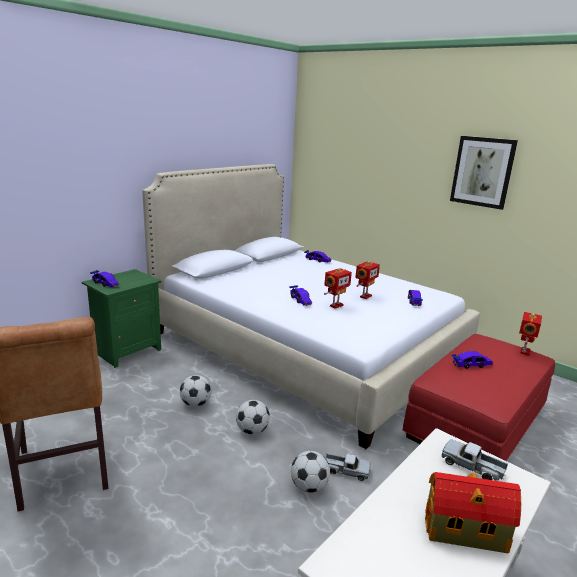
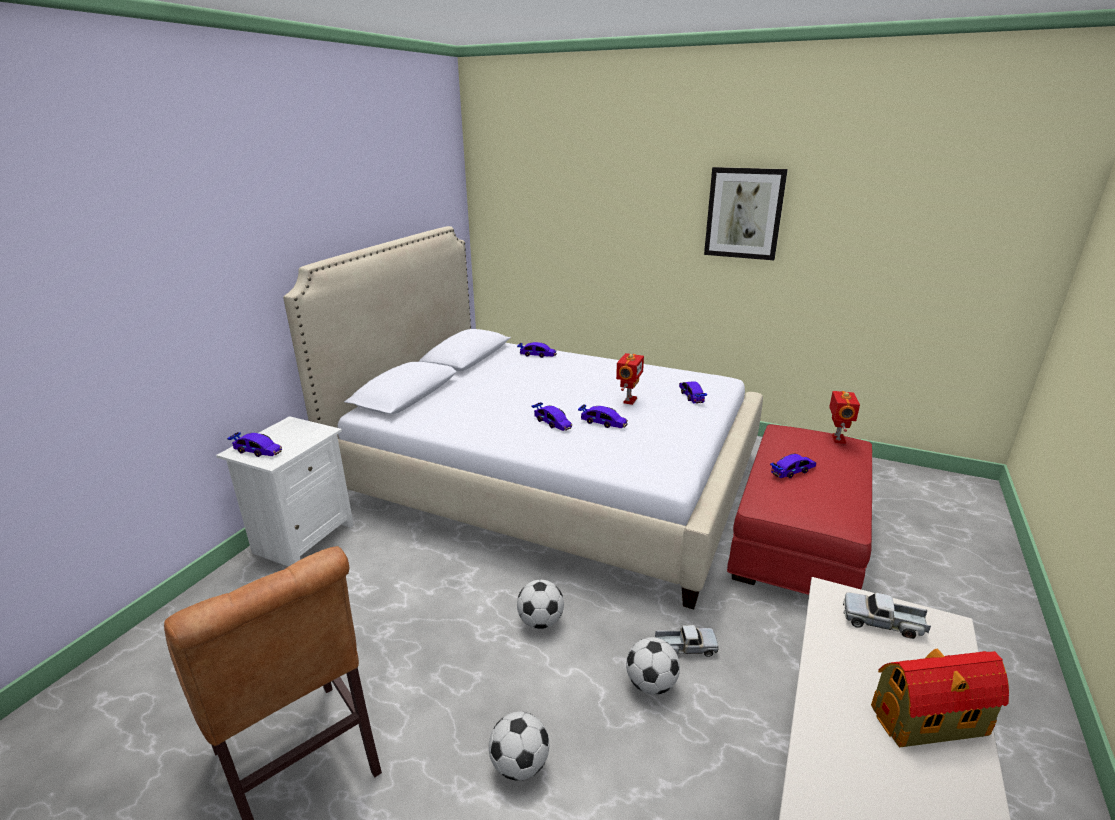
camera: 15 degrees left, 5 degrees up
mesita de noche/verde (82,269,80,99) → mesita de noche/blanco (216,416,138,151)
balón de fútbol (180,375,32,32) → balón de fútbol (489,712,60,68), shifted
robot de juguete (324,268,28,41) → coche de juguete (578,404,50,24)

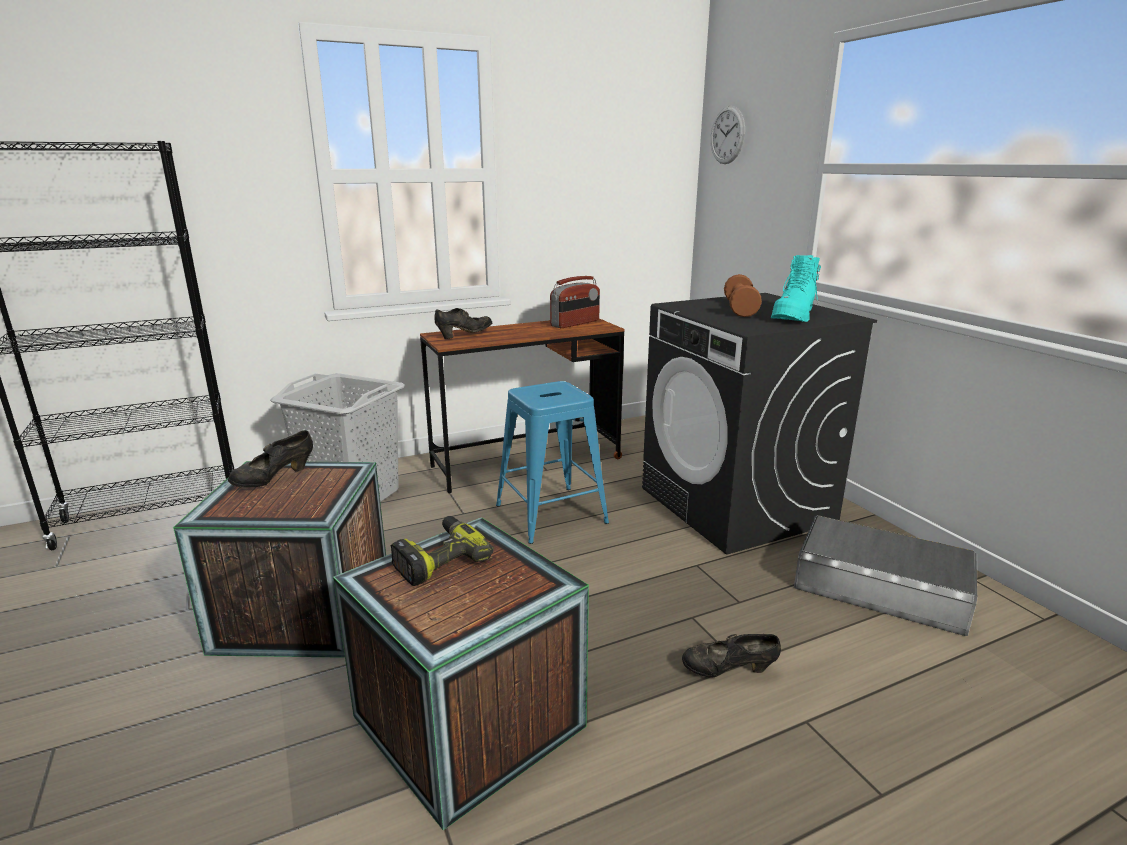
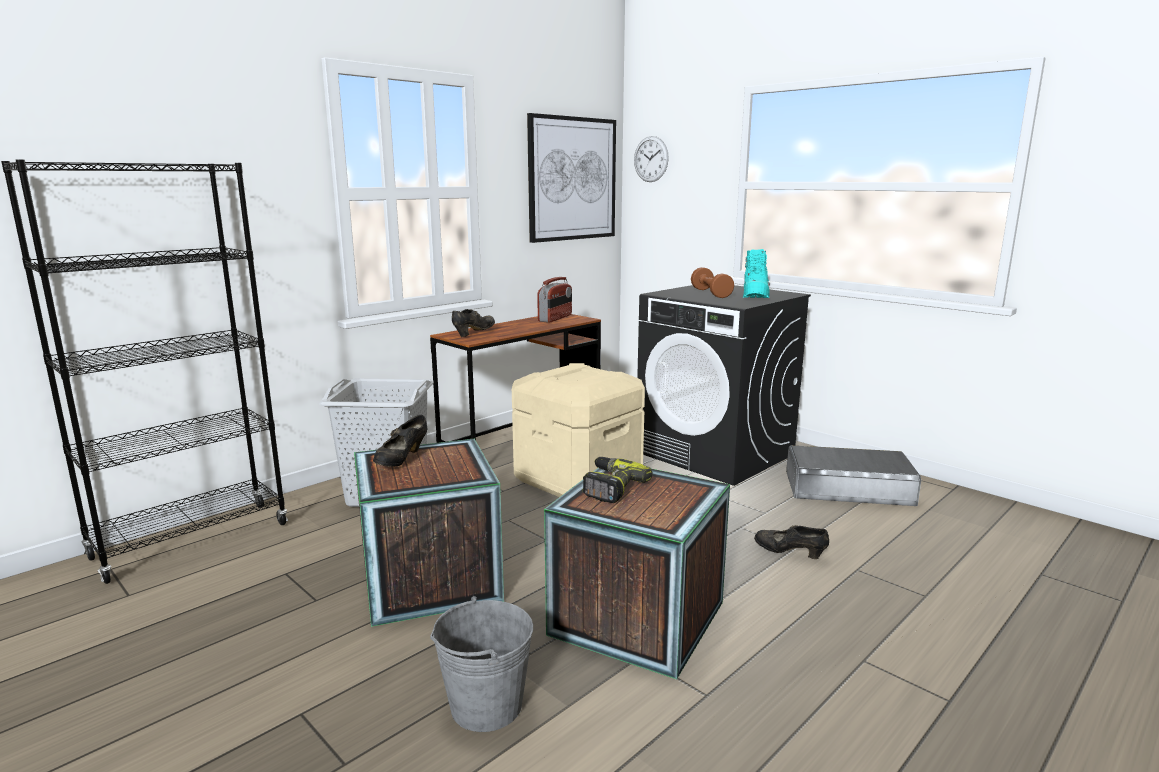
camera: 20 degrees left, 5 degrees down
taburete/azul (496,381,113,163) → caja de almacenaje/beis (512,363,133,134)
zapato/negro (682,634,99,43) → zapato/negro (754,525,75,34), 45 degrees clockwise
- → cubo/gris (430,596,103,136)
- → cuadro (527,113,89,130)

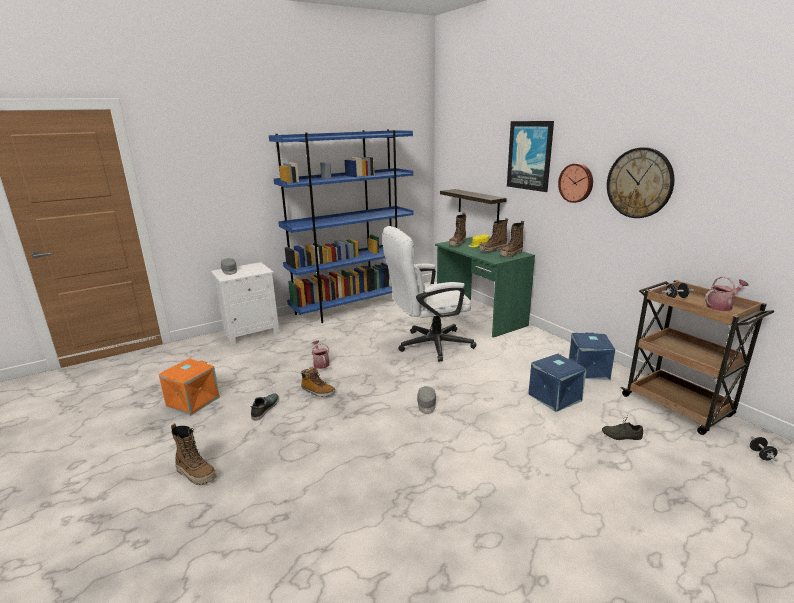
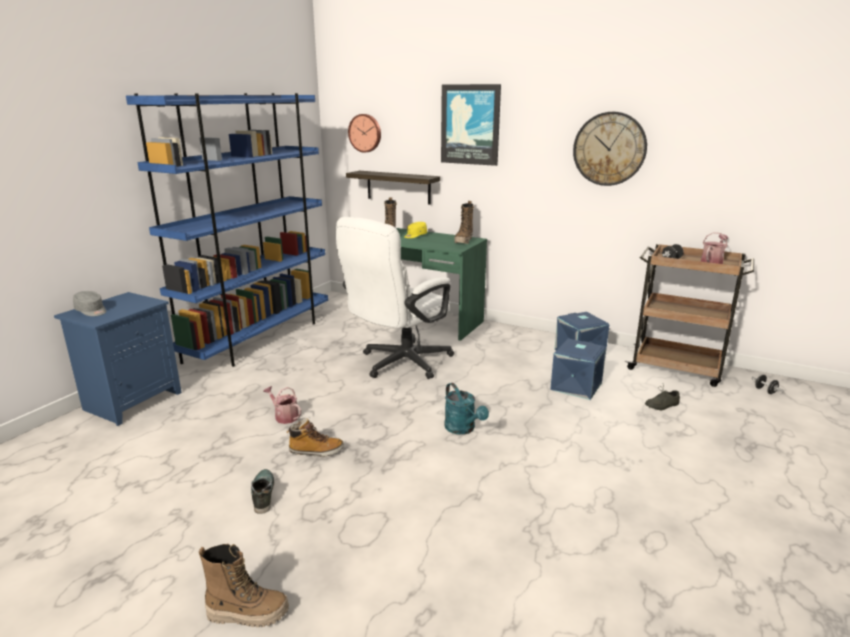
camera: 30 degrees left, 0 degrees up
caja de almacenaje/naranja (159,358,61,58) → -
mesita de noche/blanco (211,262,69,83) → mesita de noche/azul (54,292,128,134)
gorra/gris (417,386,19,28) → regadera/turquesa (444,383,45,52)
bota (479,218,29,34) → -
reloj de pared (558,163,35,40) → reloj de pared (348,114,33,39), shifted

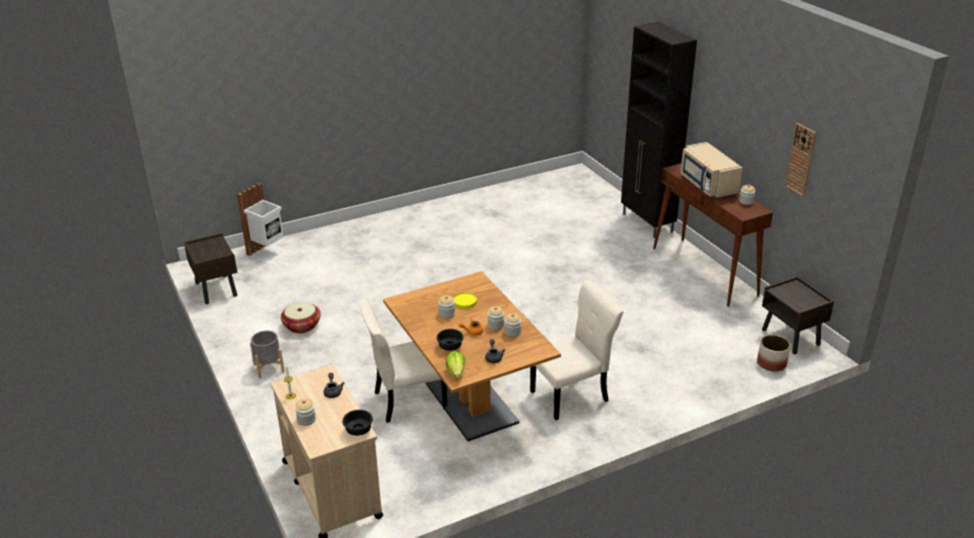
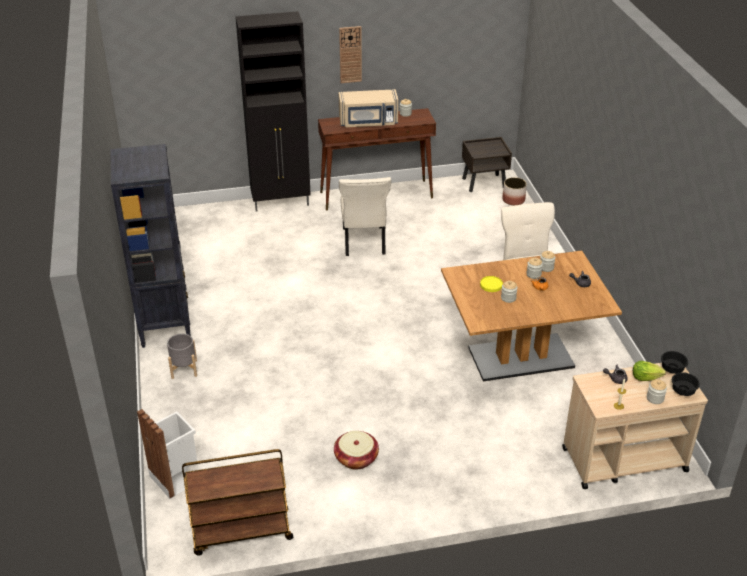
camera: 75 degrees left, 5 degrees up
mesita de noche/marrón (184,233,53,71) → carrito/marrón (182,449,111,107)
maceta/gris (250,331,35,48) → maceta/gris (167,334,30,45), shifted
silla/beis (359,299,88,124) → silla/beis (339,177,52,79), shifted
cuenco/negro (436,329,28,22) → cuenco/negro (672,372,28,24), shifted
lechuga (446,351,19,27) → lechuga (633,361,33,20), shifted
reloj de pared (785,123,31,74) → reloj de pared (339,26,23,57), shifted
- → estantería/negro (111,144,80,204)

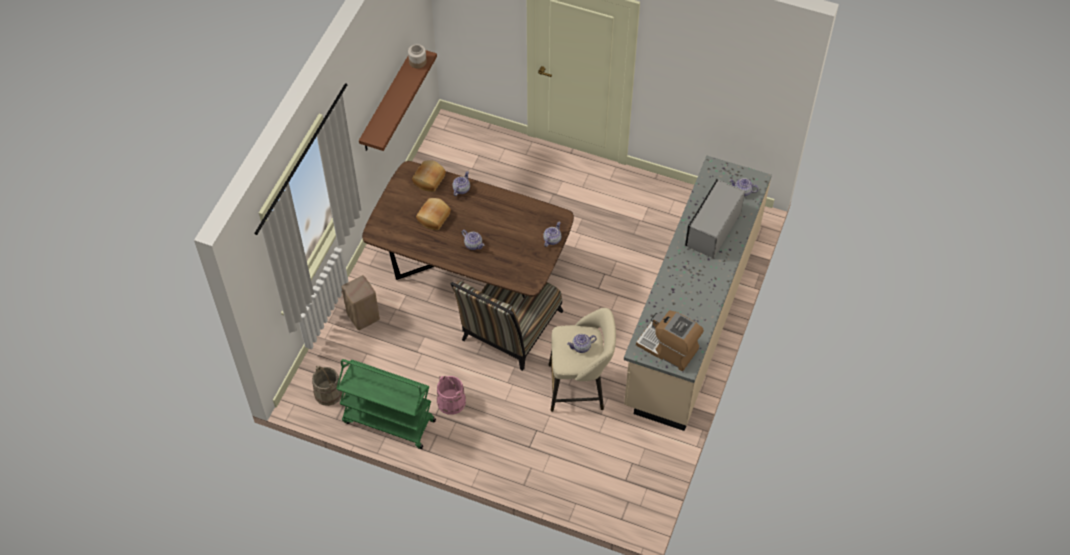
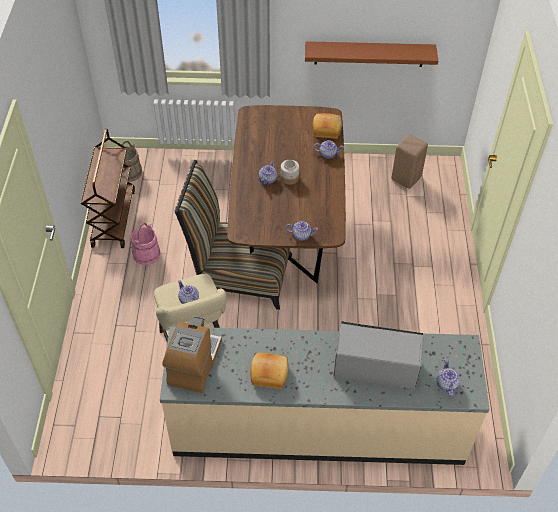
camera: 70 degrees right, 5 degrees down
carrito/verde (336,359,100,90) → carrito/marrón (81,129,54,119)
taburete/beis (342,275,38,55) → taburete/beis (391,134,37,55), shifted
tarro (408,44,19,24) → tarro (281,160,18,25), shifted
pan (416,198,35,32) → pan (250,353,39,36), shifted

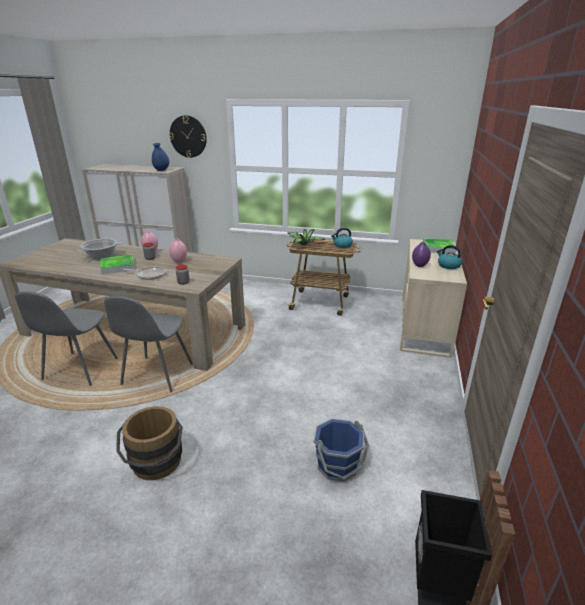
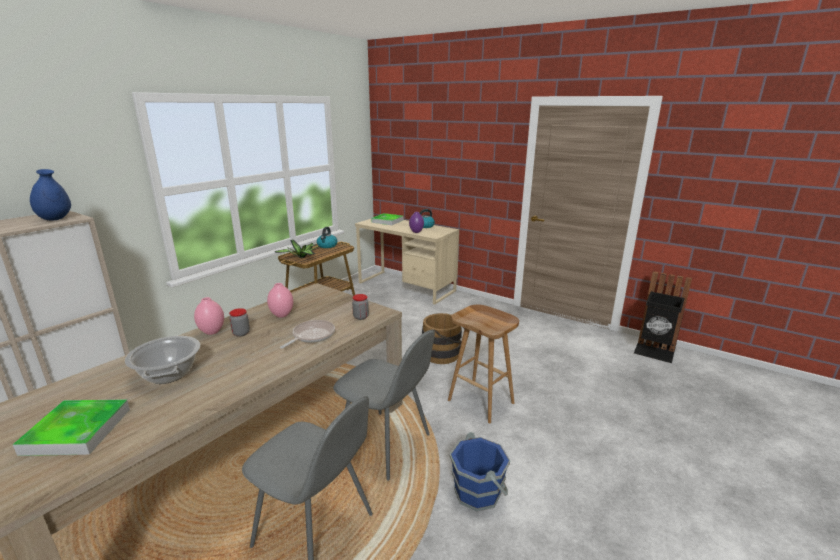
camera: 70 degrees left, 5 degrees down
bandeja (100,254,35,20) → bandeja (13,399,117,57), shifted
cubo/marrón (116,406,67,74) → cubo/marrón (422,313,47,51), shifted
reloj de pared (169,115,38,43) → -
cubo/azul (314,419,55,63) → cubo/azul (450,432,61,80), shifted
- → taburete/marrón (448,305,71,118)

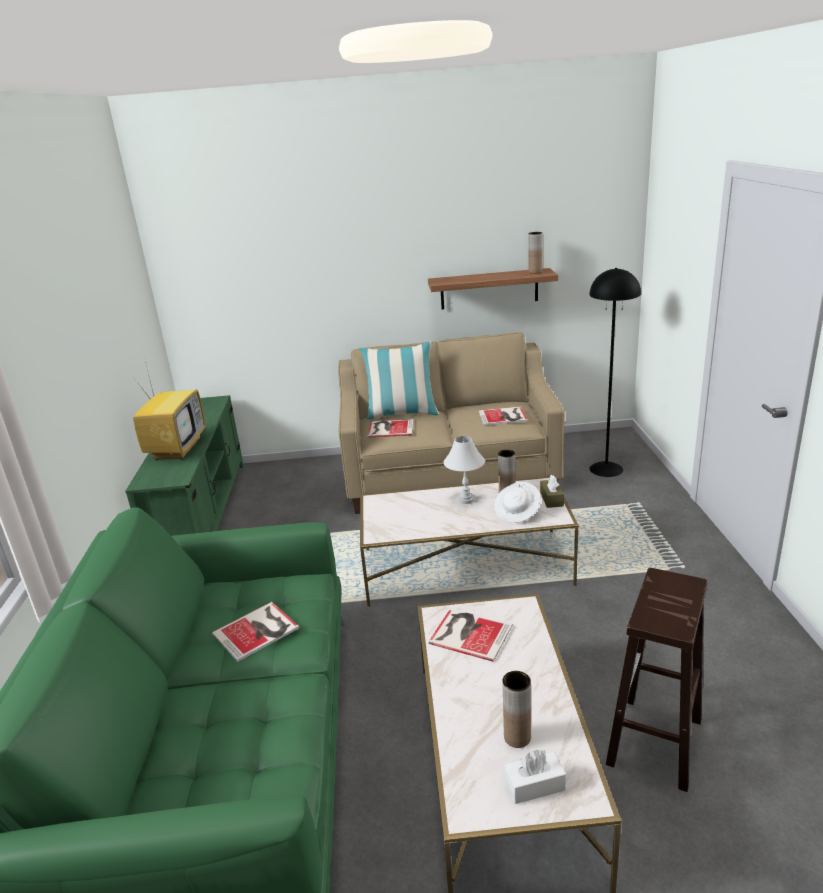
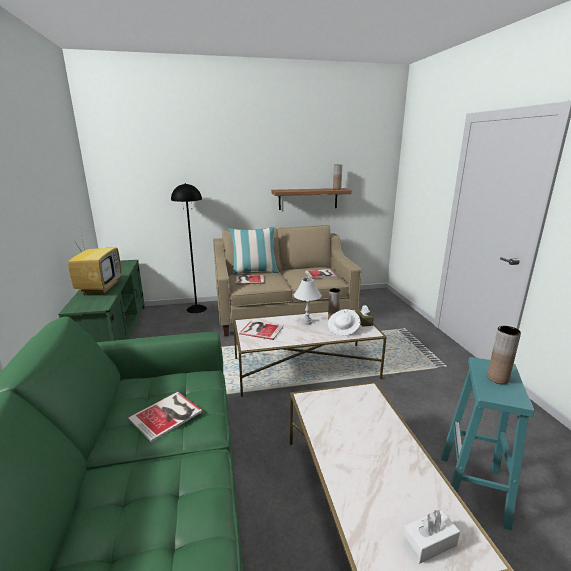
camera: 10 degrees left, 5 degrees down
libro (428,609,84,53) → libro (239,321,44,19), shifted
florero/marrón (502,671,29,77) → florero/marrón (487,326,34,58), shifted
lámpara de pie/negro (589,268,52,209) → lámpara de pie/negro (171,183,36,130), shifted
taburete/marrón (606,568,102,224) → taburete/turquesa (441,357,93,173)

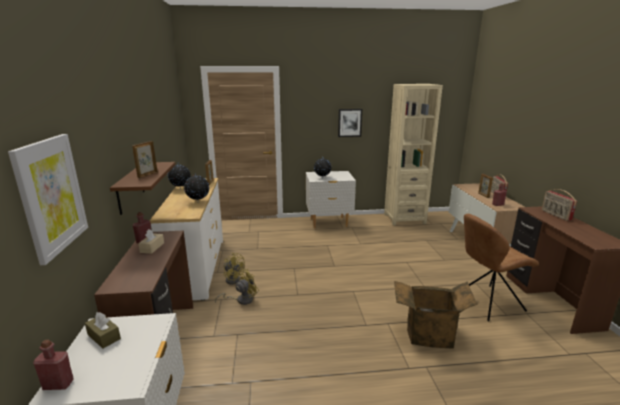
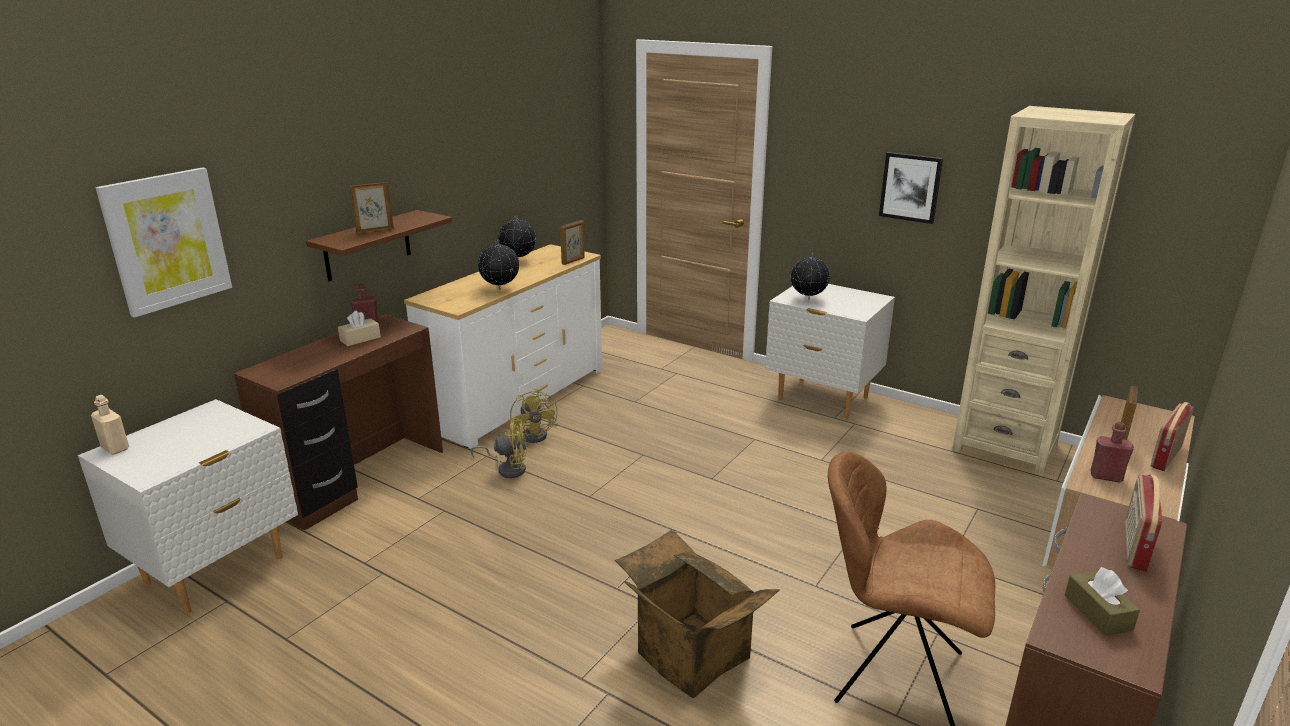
camera: 40 degrees right, 5 degrees up
botella/rojo (33,340,41,50) → botella/beis (91,395,38,60)
caja de pañuelos/marrón (85,312,36,37) → caja de pañuelos/marrón (1065,567,75,69), shifted

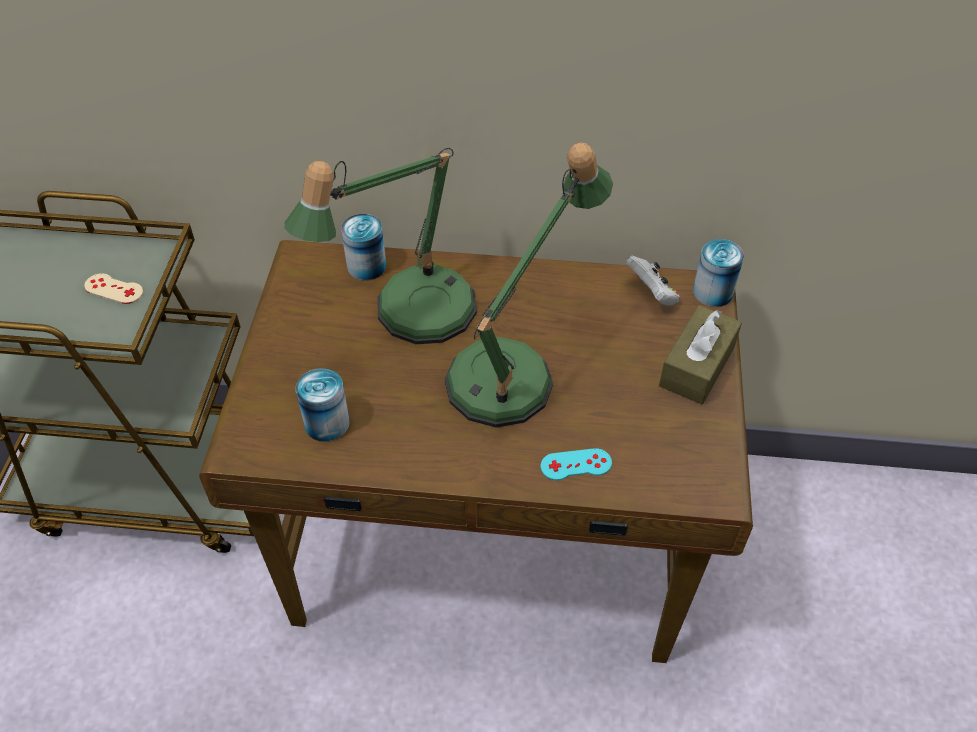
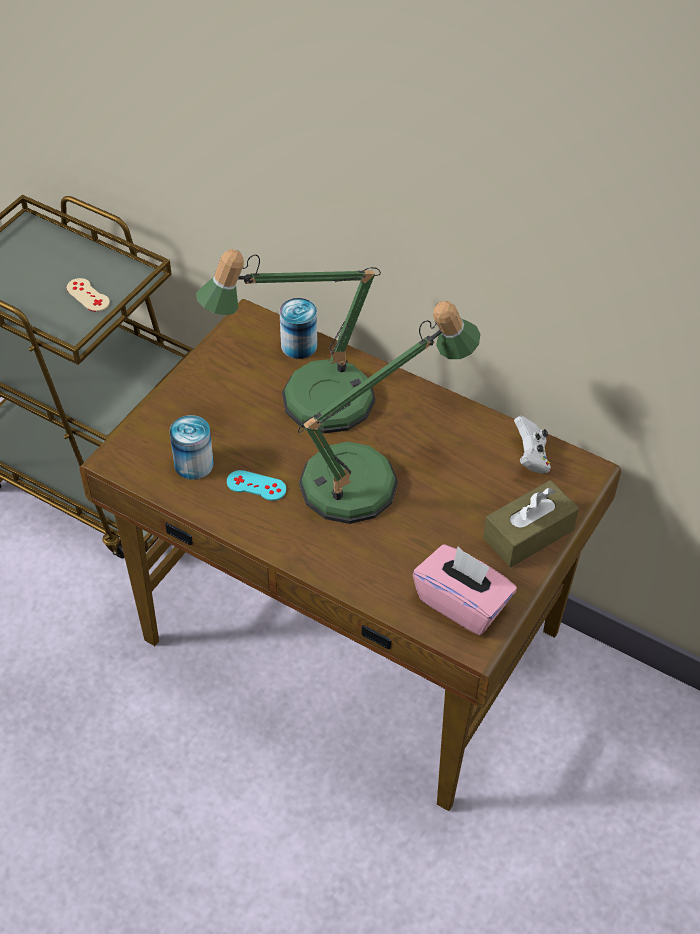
camera: 25 degrees right, 0 degrees up
mando de consola/turquesa (540,448,72,32) → mando de consola/turquesa (227,470,59,31), shifted
lata (693,239,51,68) → -
- → caja de pañuelos/rosa (413,545,104,90)

